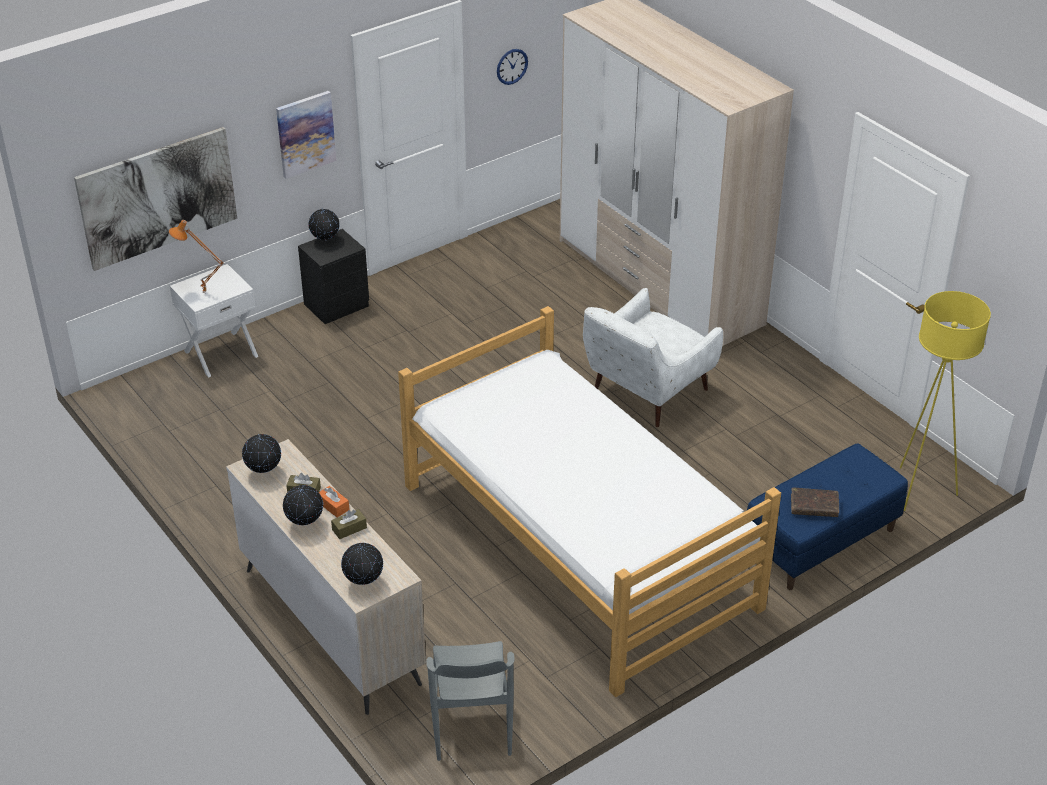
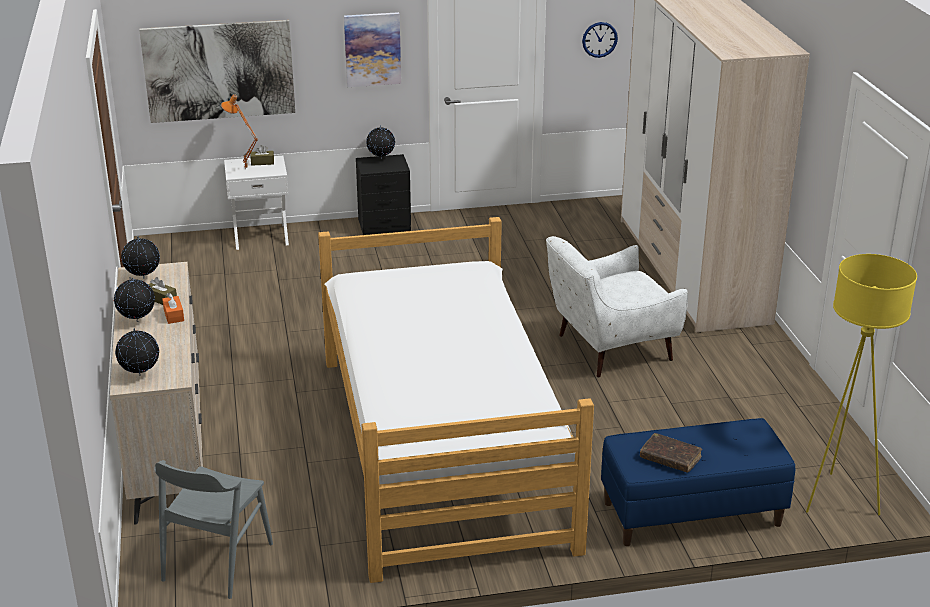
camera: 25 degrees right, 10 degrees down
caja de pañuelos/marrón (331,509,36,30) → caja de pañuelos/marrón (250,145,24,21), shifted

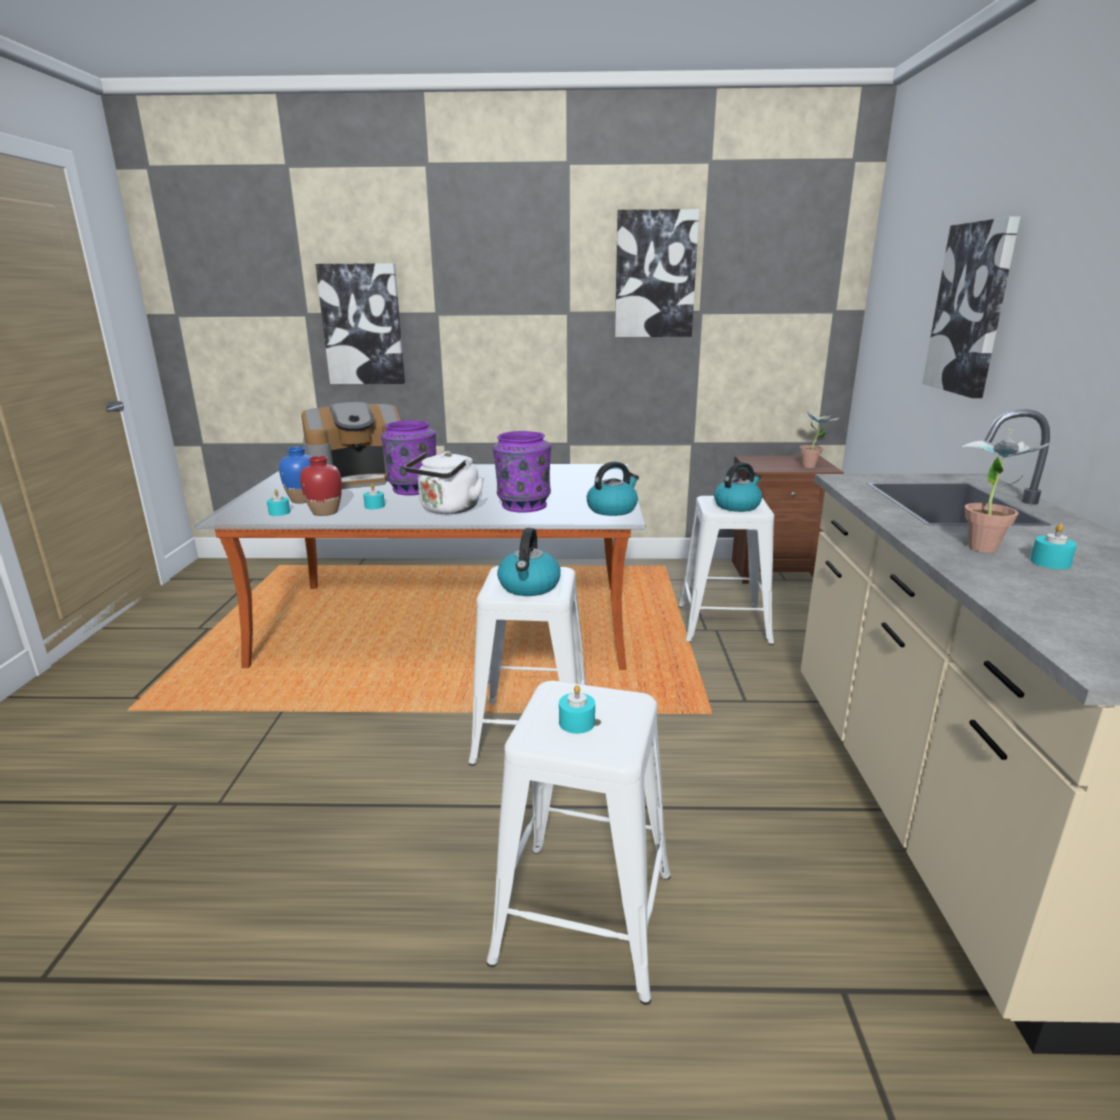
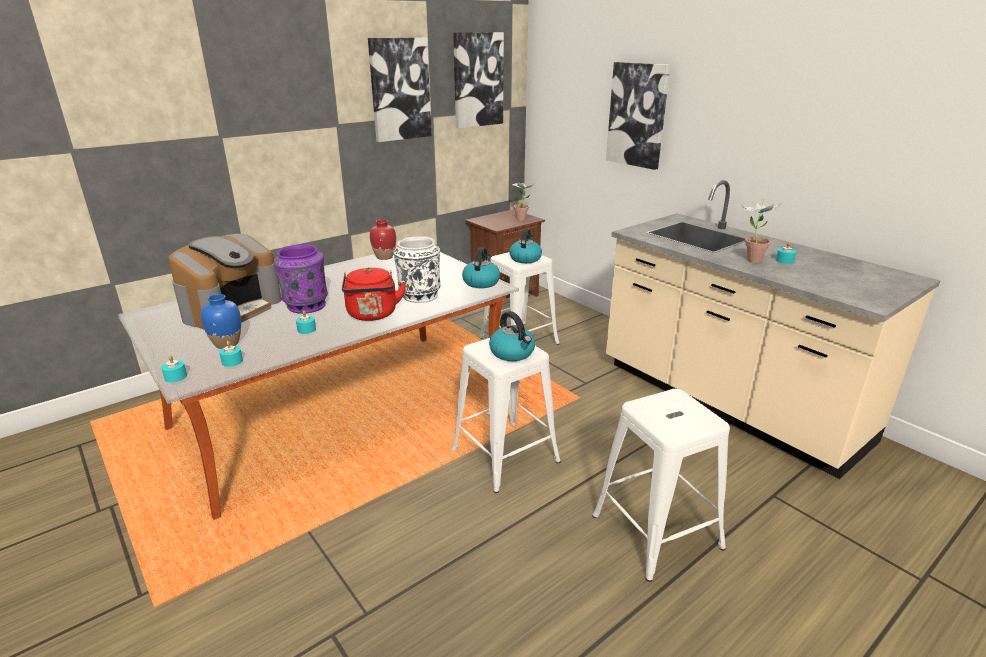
camera: 40 degrees left, 5 degrees up
florero/rojo (300,456,42,60) → florero/rojo (370,220,26,40), shifted
cuadro (315,263,90,121) → cuadro (453,32,51,96), shifted
hervidor/blanco (405,451,79,63) → hervidor/rojo (342,267,64,54)
florero/morado (493,431,58,82) → florero/blanco (393,236,48,67)
vela/turquesa (559,685,36,49) → vela/turquesa (161,355,26,28), shifted

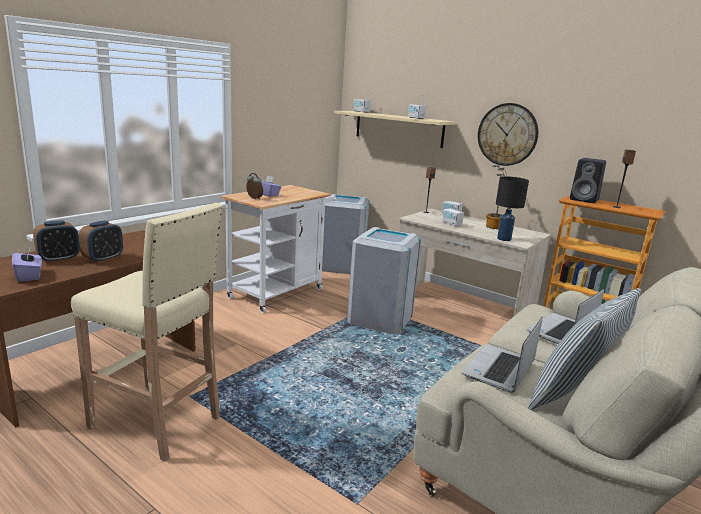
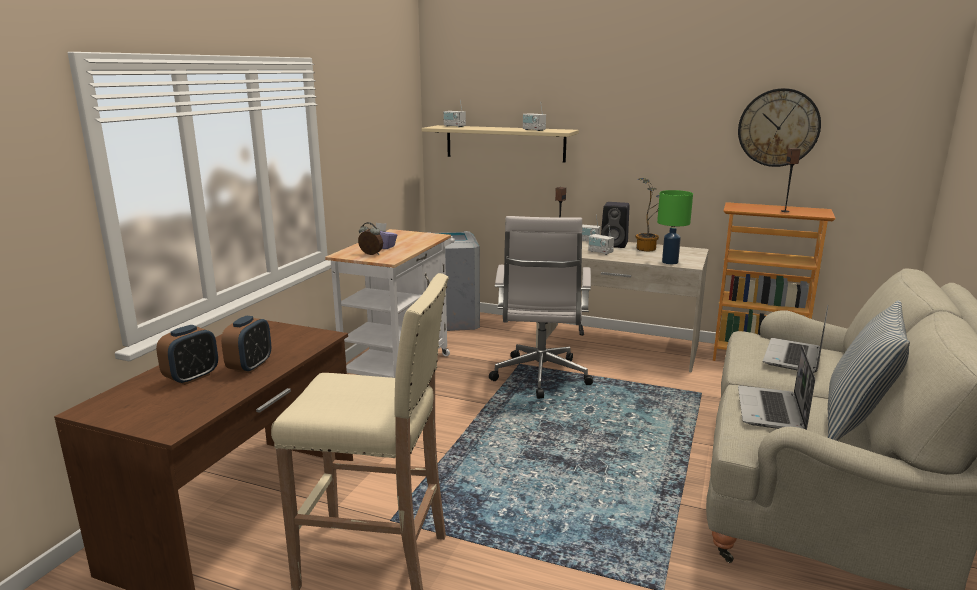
camera: 15 degrees left, 0 degrees up
caja de pañuelos/morado (12,249,30,33) → -
papelera/gris (347,227,74,107) → silla de oficina/blanco (489,216,104,183)
reloj de pared (478,103,60,63) → reloj de pared (738,88,83,79), shifted
lámpara de mesa/negro (496,176,33,65) → lámpara de mesa/verde (657,190,36,74)
altavoz/negro (570,158,36,45) → altavoz/negro (601,202,29,46), shifted

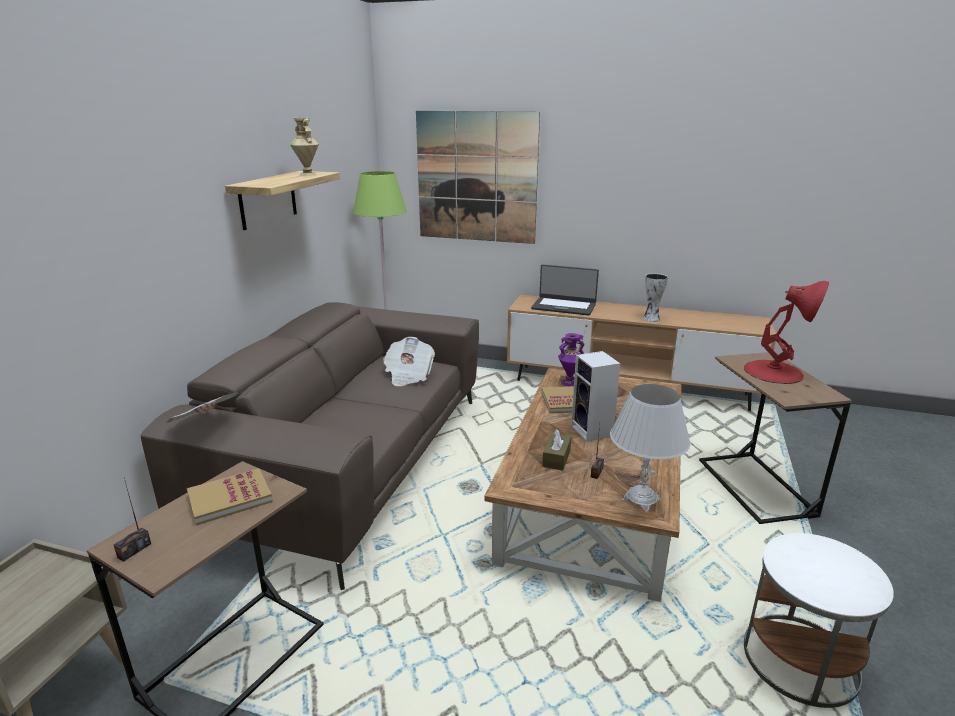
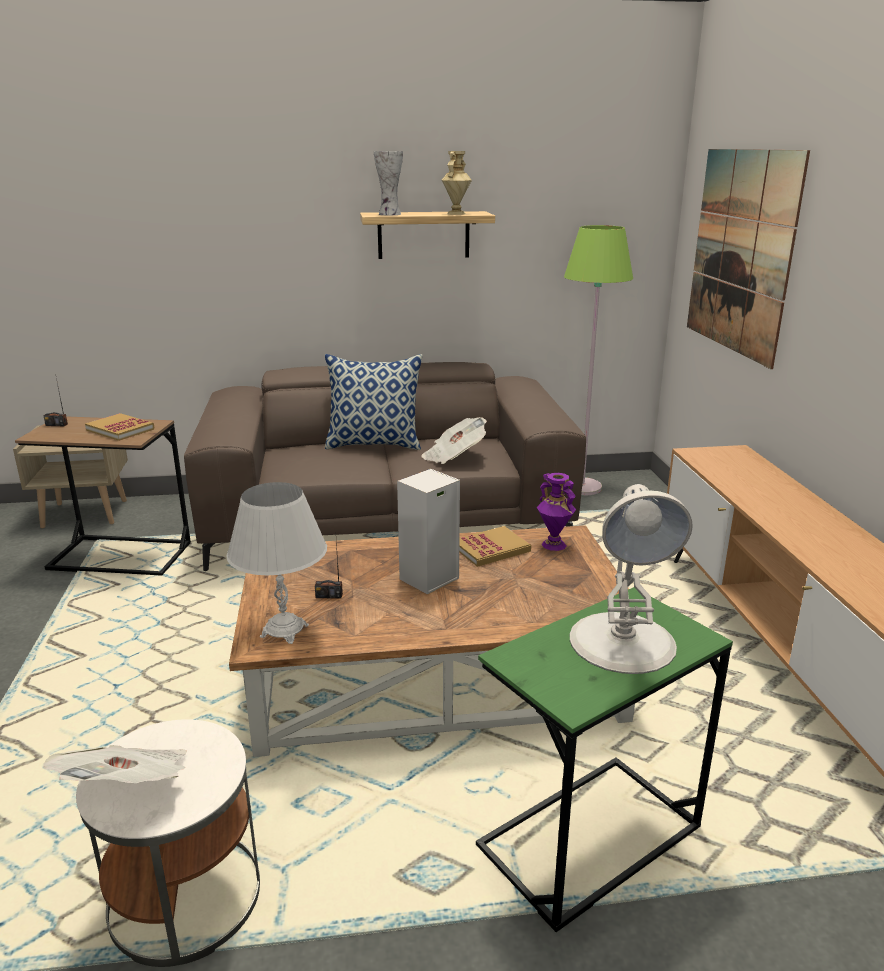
camera: 65 degrees right, 0 degrees up
periódico (166,392,72,31) → periódico (43,745,144,38), shifted
portátil (531,265,68,51) → -
caja de pañuelos/marrón (542,429,29,42) → -
florero (643,273,25,49) → florero (374,151,29,64), shifted
mesa auxiliar/marrón (699,352,153,172) → mesa auxiliar/verde (476,587,257,345)
lámpara de mesa/rojo (744,281,85,103) → lámpara de mesa/blanco (570,484,123,190)
- → cojín (325,354,97,96)

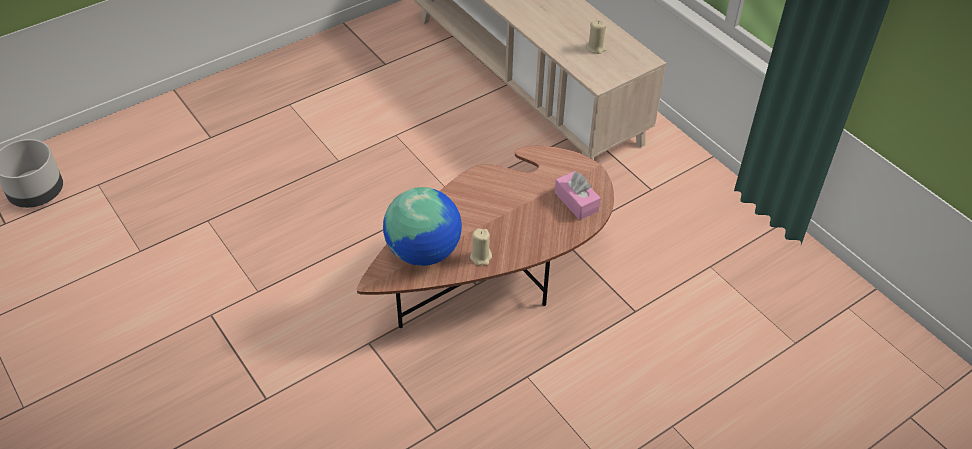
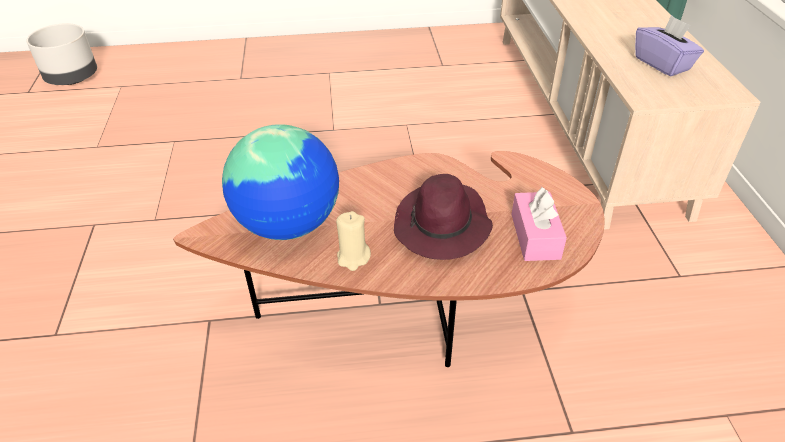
camera: 30 degrees right, 5 degrees down
vela/beis (586,20,21,34) → caja de pañuelos/morado (635,15,69,61)
- → sombrero/morado (394,174,99,86)

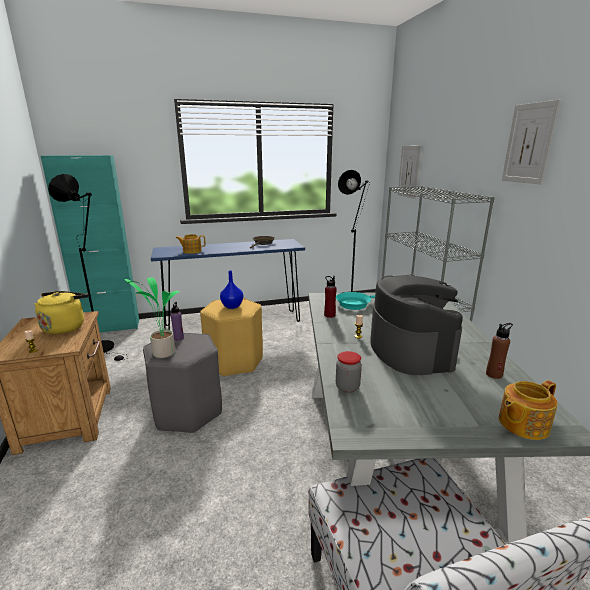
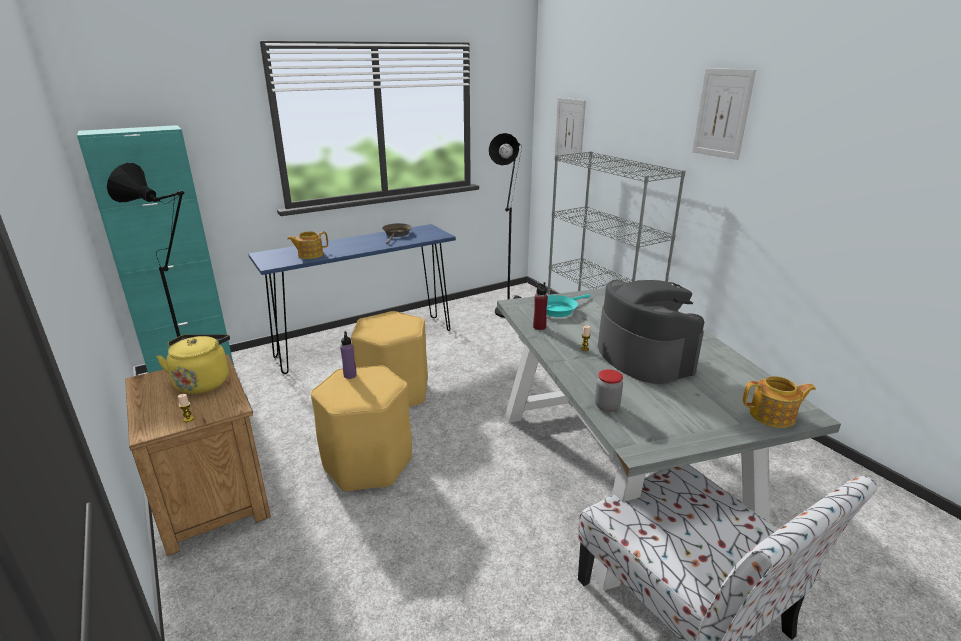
camera: 15 degrees left, 5 degrees up
planta en maceta (125,278,55,80) → -
taburete/gris (143,333,79,100) → taburete/amarillo (311,365,101,127)
florero/azul (220,270,23,39) → -
botella/marrón (486,323,27,56) → -
tetera (499,380,59,60) → tetera (743,376,73,52), 135 degrees counterclockwise

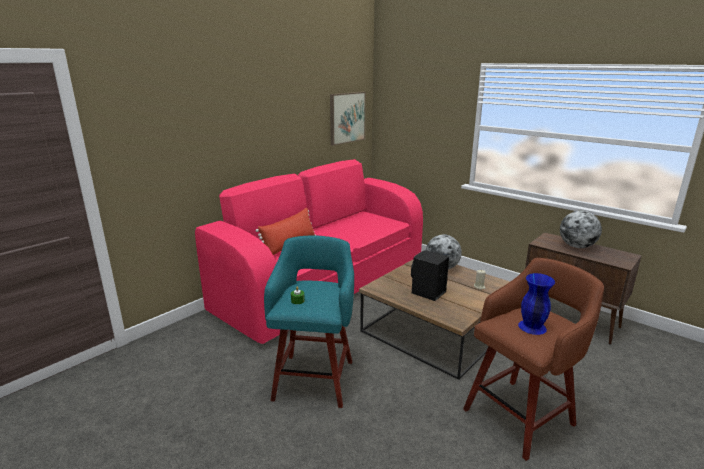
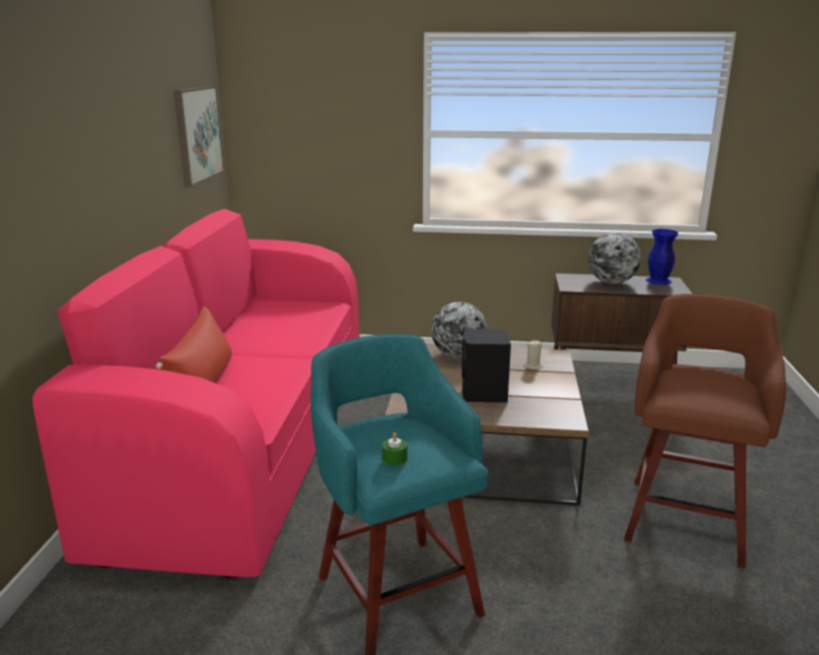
camera: 35 degrees left, 0 degrees up
florero/azul (518,273,37,62) → florero/azul (646,229,33,56), shifted

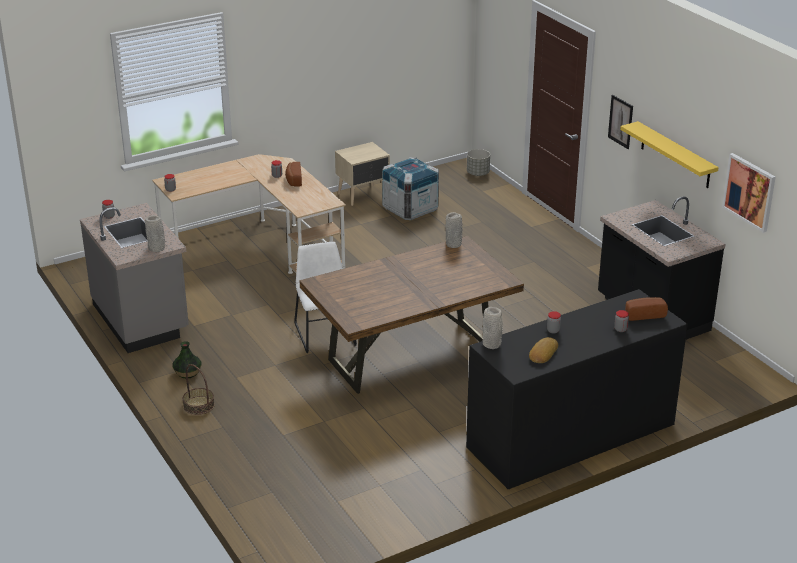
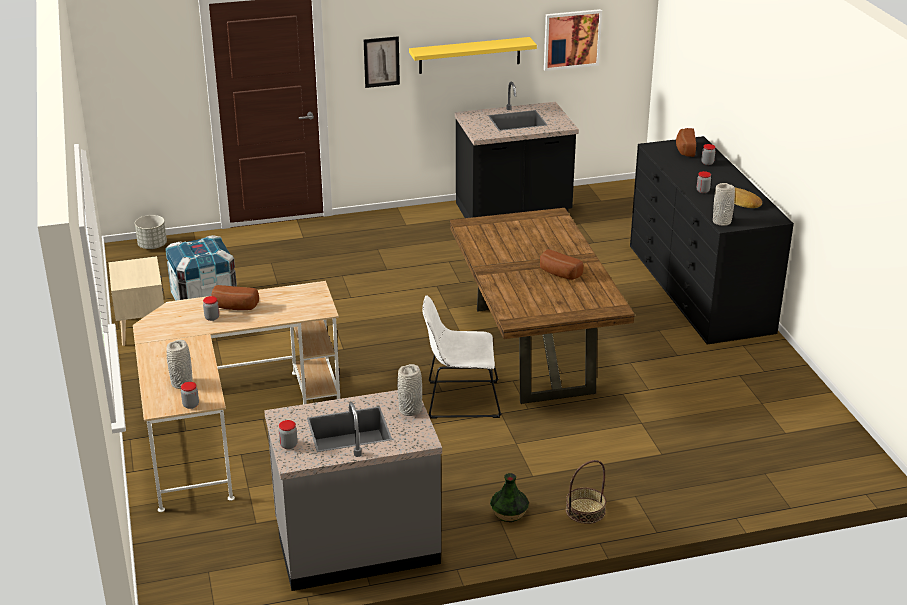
camera: 75 degrees left, 0 degrees up
florero/gris (445,212,18,36) → florero/gris (166,340,27,49), shifted
- → pan (540,249,44,31)

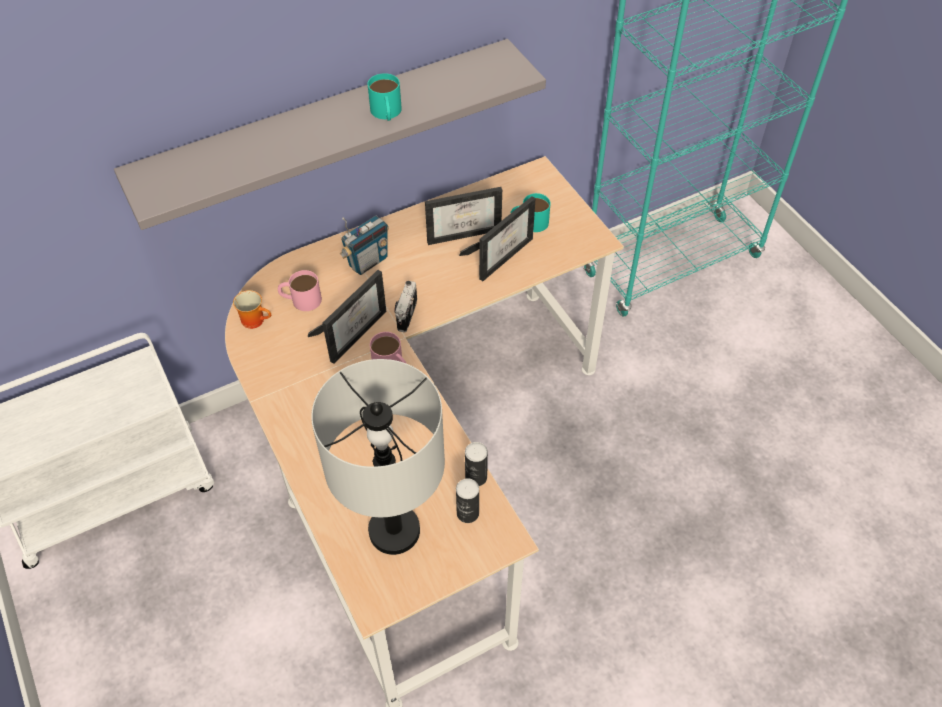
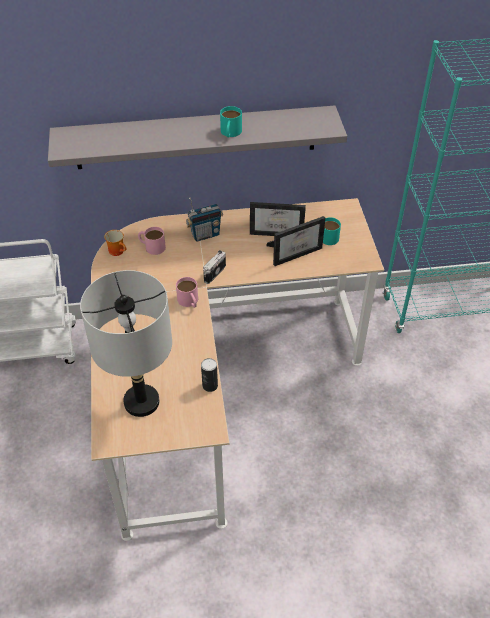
camera: 20 degrees right, 5 degrees down
portarretratos (308,270,78,94) → -
lata (456,478,23,45) → -

